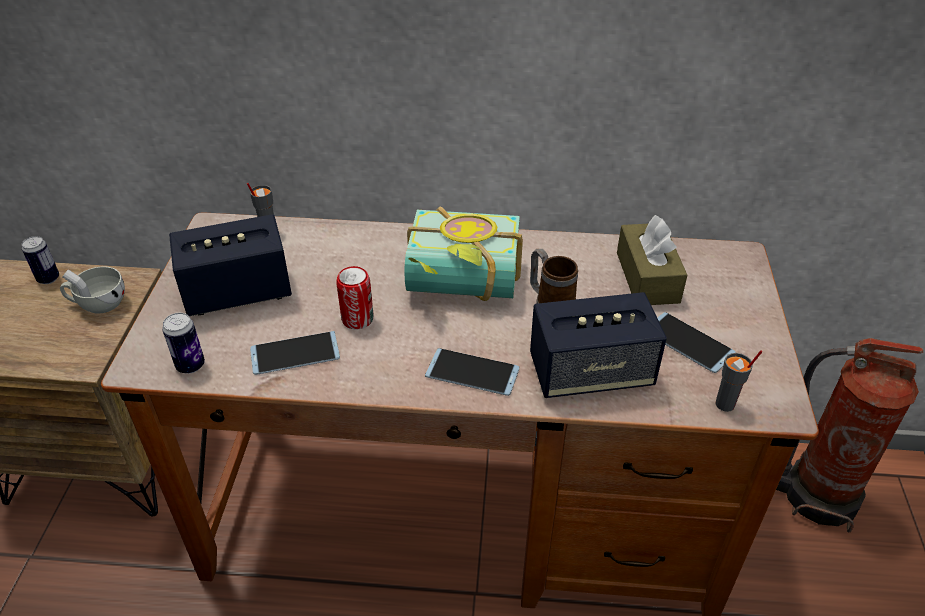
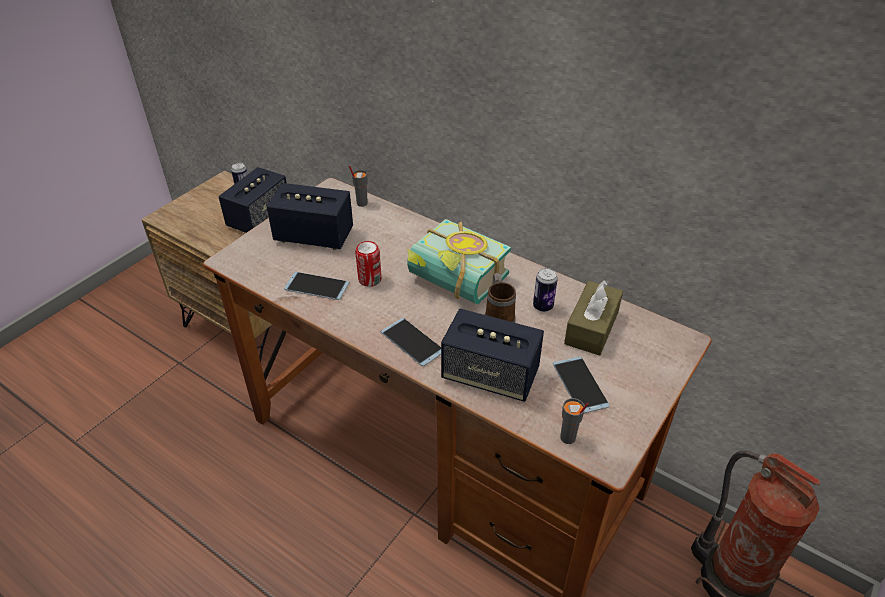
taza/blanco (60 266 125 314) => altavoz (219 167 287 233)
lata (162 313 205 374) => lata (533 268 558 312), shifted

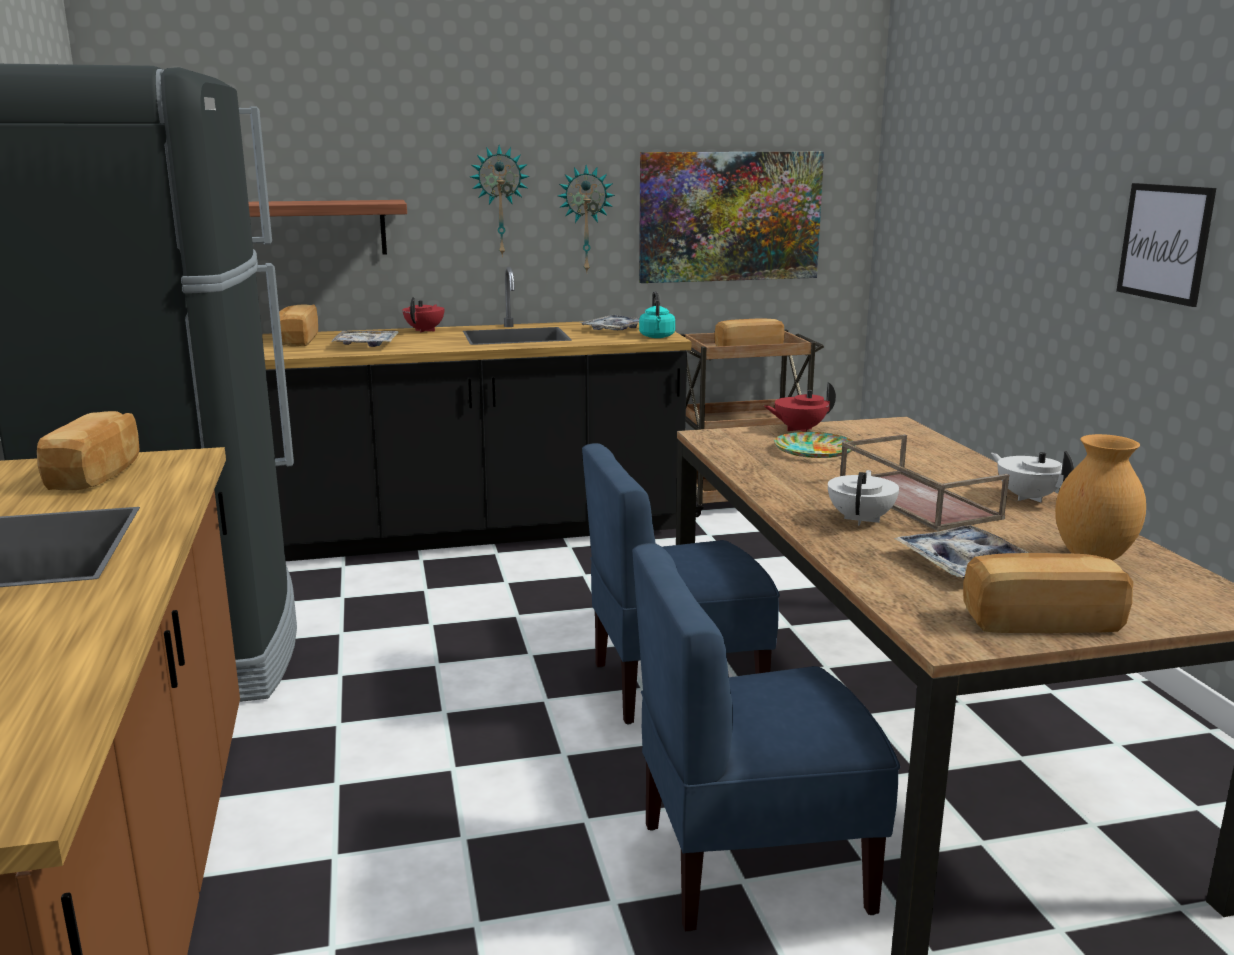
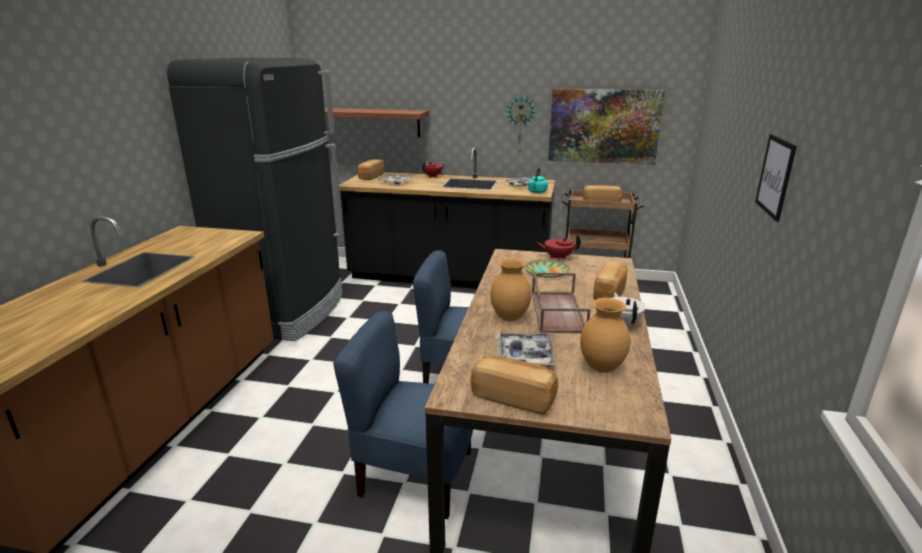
tetera/blanco (828 470 899 526) => florero/marrón (490 258 531 321)
pan (37 411 140 490) => pan (593 261 627 300), shifted
reloj de pared (470 145 530 257) => nothing

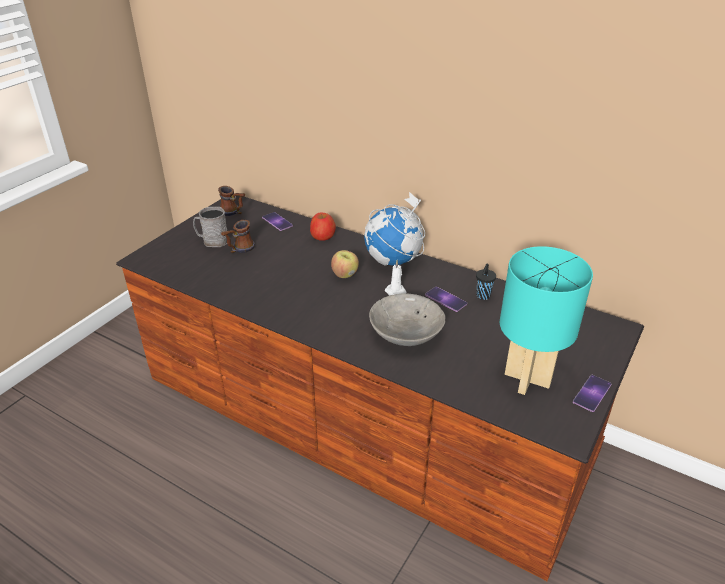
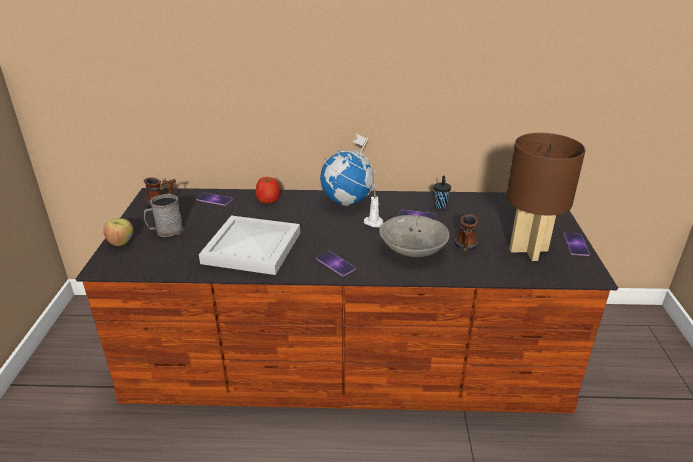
manzana (331 250 359 278) => manzana (103 218 133 246), shifted
nothing => bandeja/blanco (199 216 300 275)
nothing => móvil (316 251 356 276)
taza grande (221 220 255 253) => taza grande (455 214 478 253), shifted
lámpara de mesa/turquesa (500 246 593 395) => lámpara de mesa/marrón (506 133 585 261)

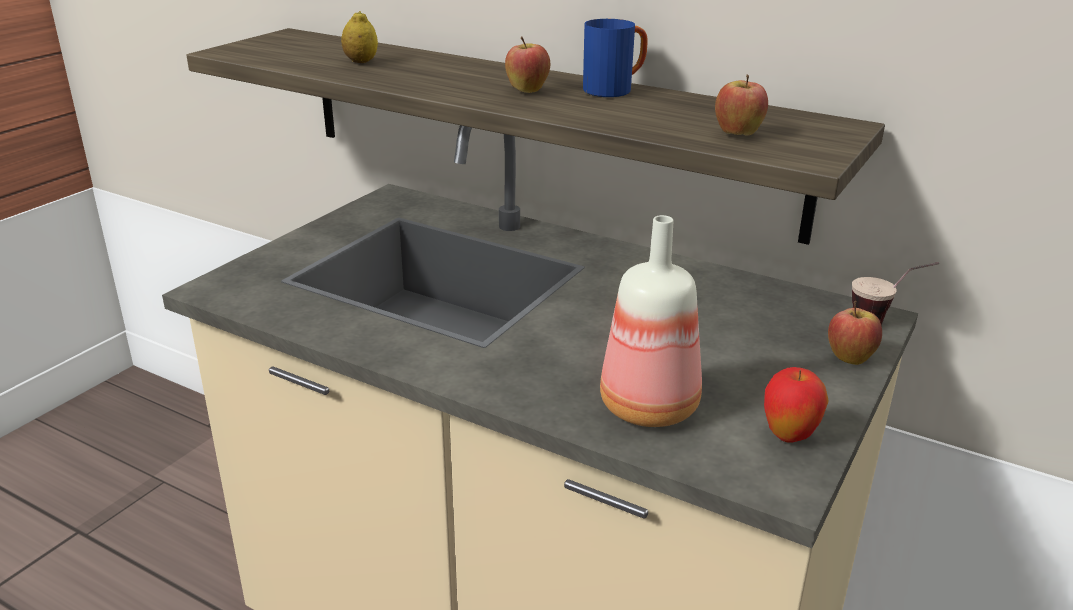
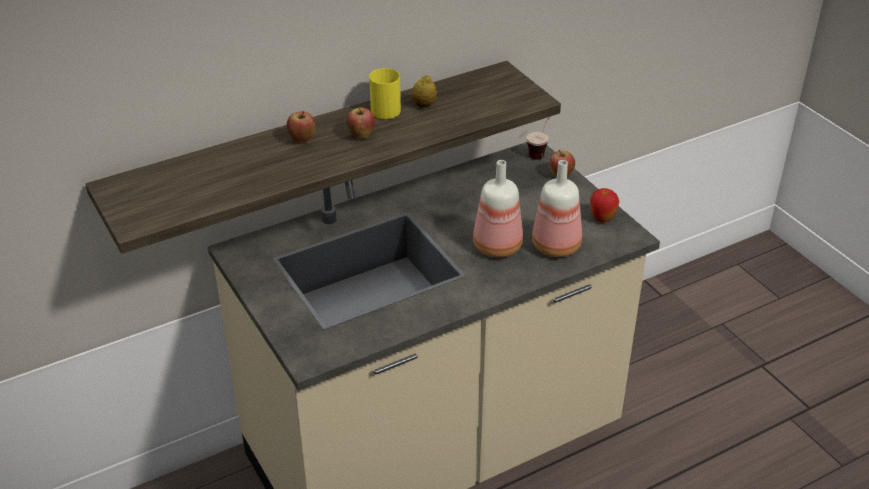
manzana (715 74 768 136) => manzana (287 111 316 143), shifted
taza grande/azul (583 19 648 97) => taza grande/amarillo (369 68 401 119)
limón (341 11 378 63) => limón (412 75 437 108), shifted
nothing => botella (473 160 523 257)

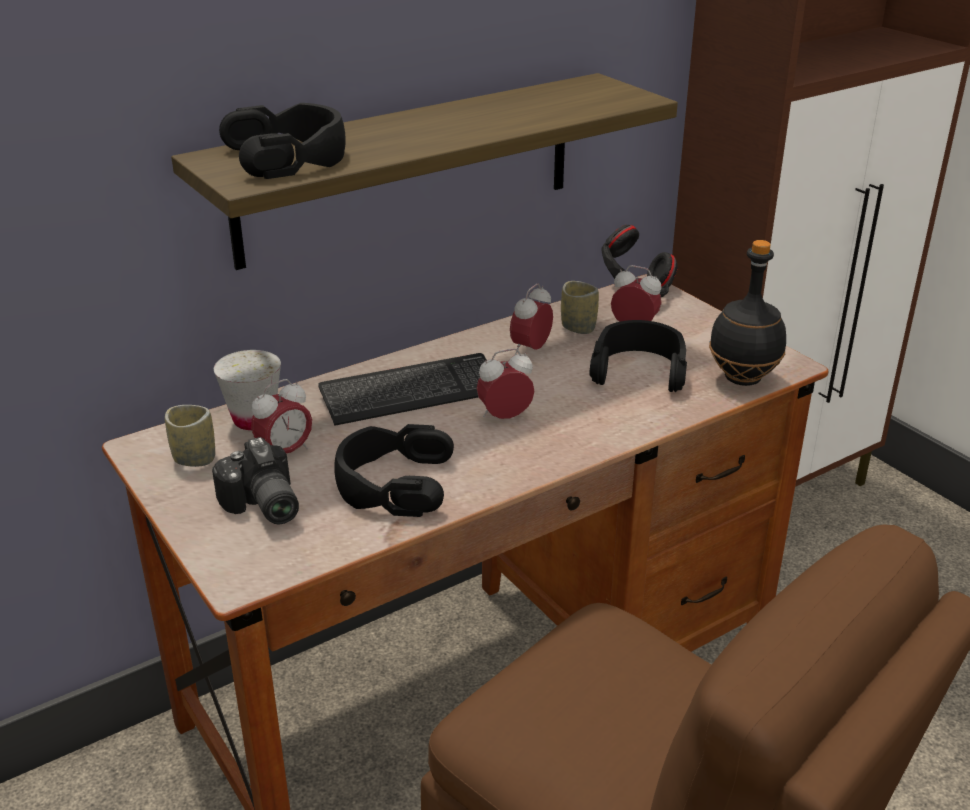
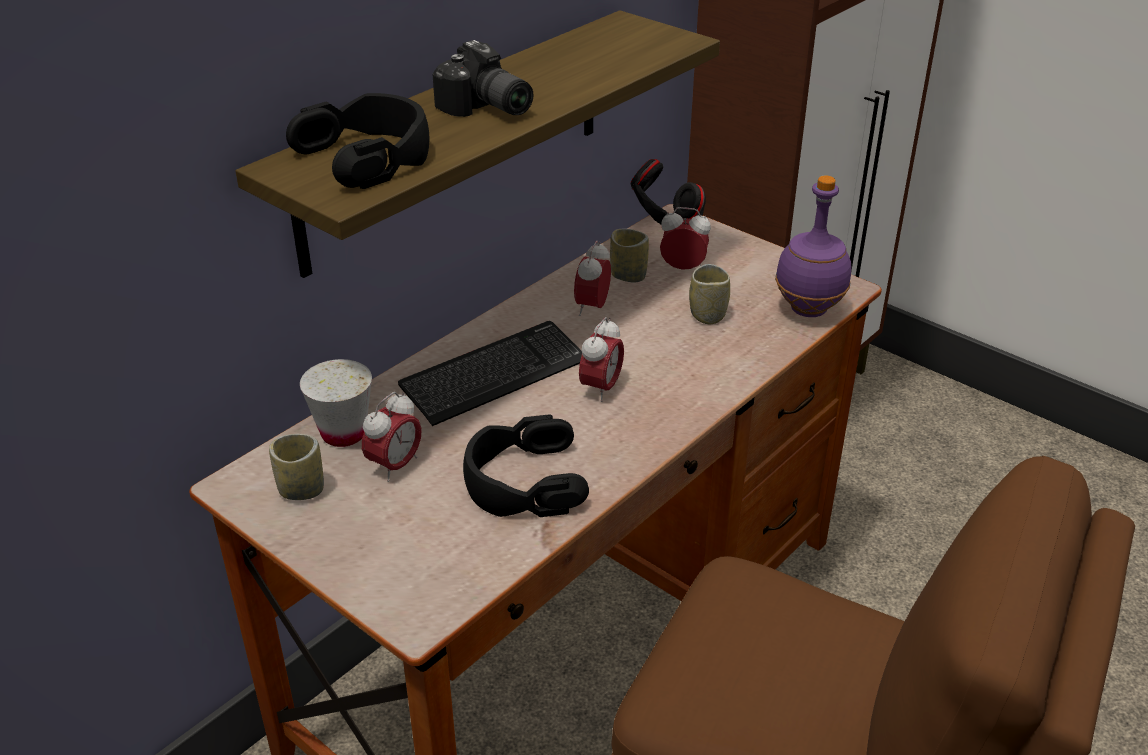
cámara (212 437 299 524) => cámara (432 40 533 117), shifted
despertador (477 348 534 419) => despertador (579 317 624 402), 150 degrees clockwise
auriculares/negro (590 320 687 392) => taza (689 264 730 324)
botella/negro (709 240 786 386) => botella/morado (775 176 851 317)

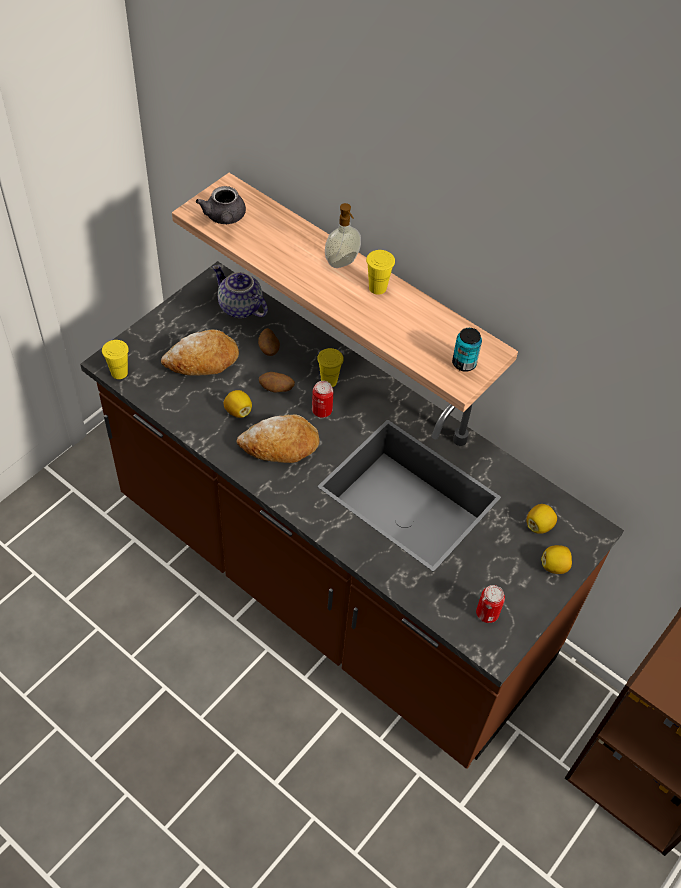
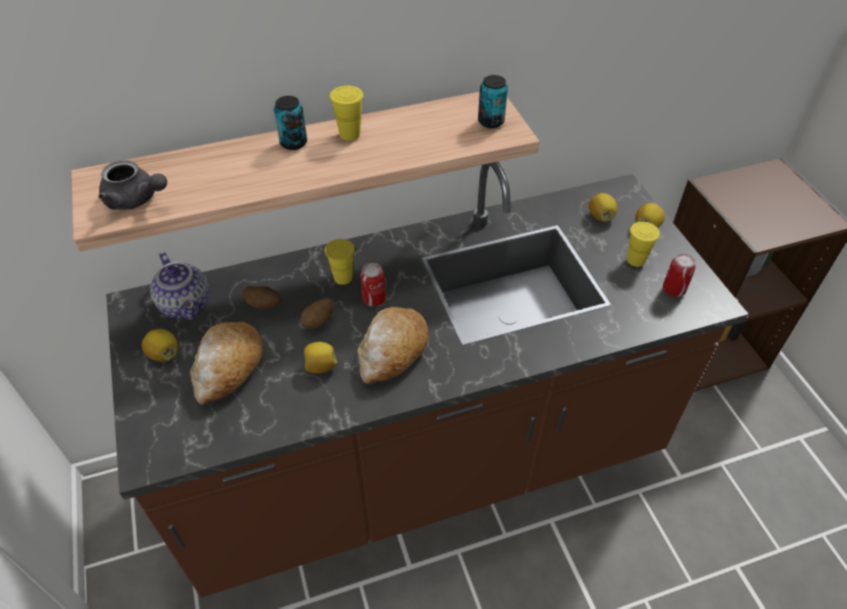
nothing => limón (142 329 178 362)
tetera (213 265 268 318) => tetera (150 252 209 319), 105 degrees counterclockwise
dispensador de jabón (325 203 361 268) => lata (274 96 307 150)
taza/amarillo (102 340 129 379) => taza/amarillo (627 222 660 267), shifted

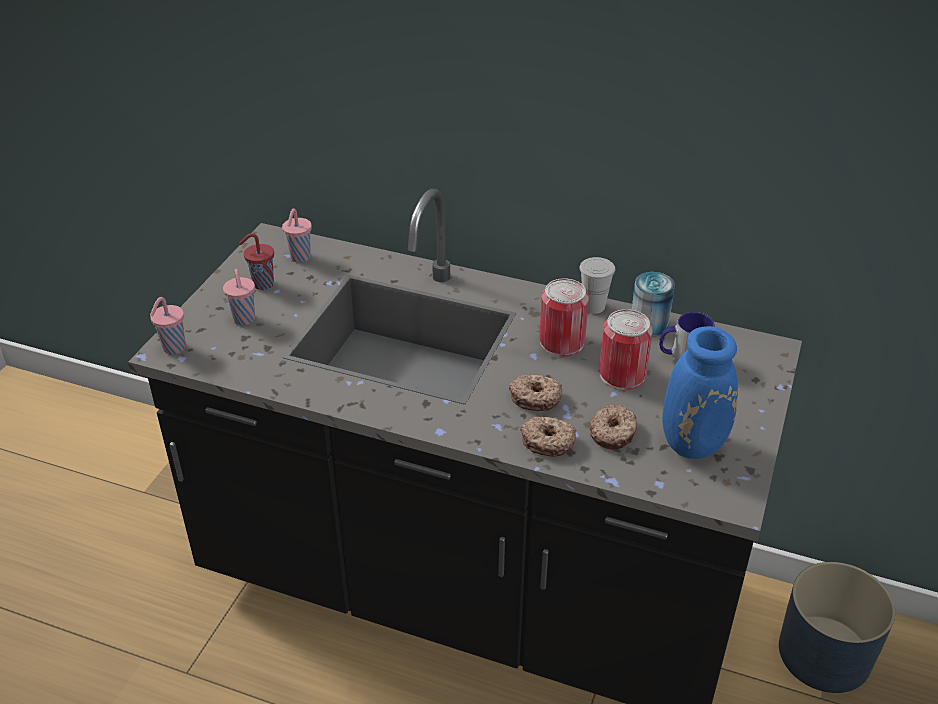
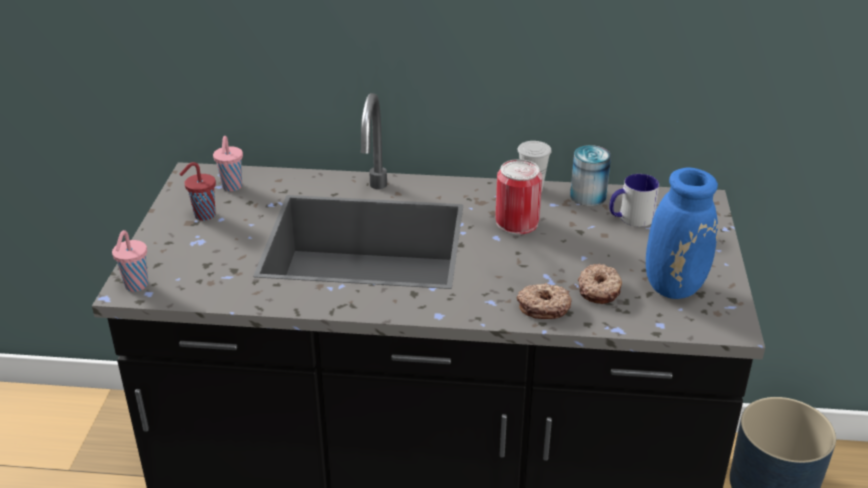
taza/rosa (223 269 255 325) => nothing
rosquilla (509 374 562 411) => nothing
lata (599 309 653 390) => nothing

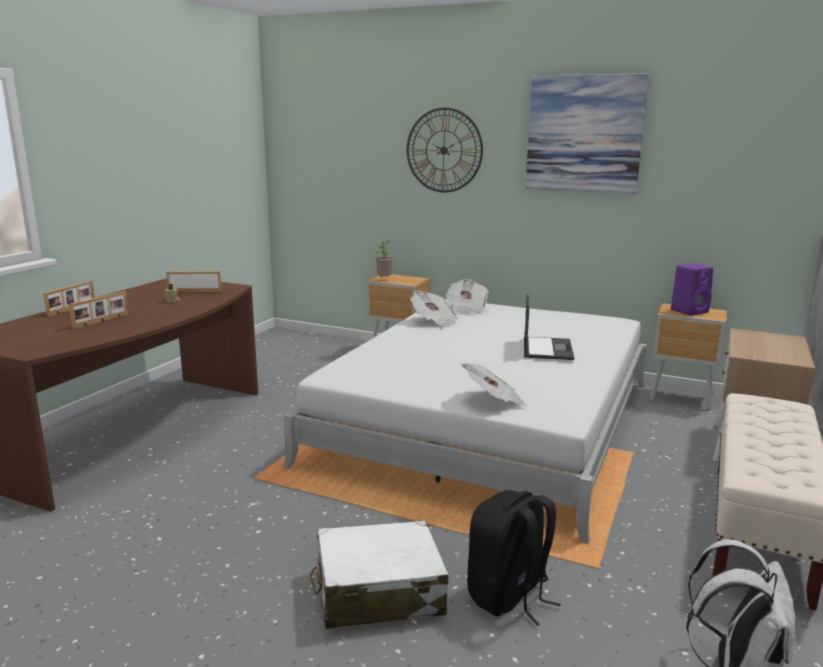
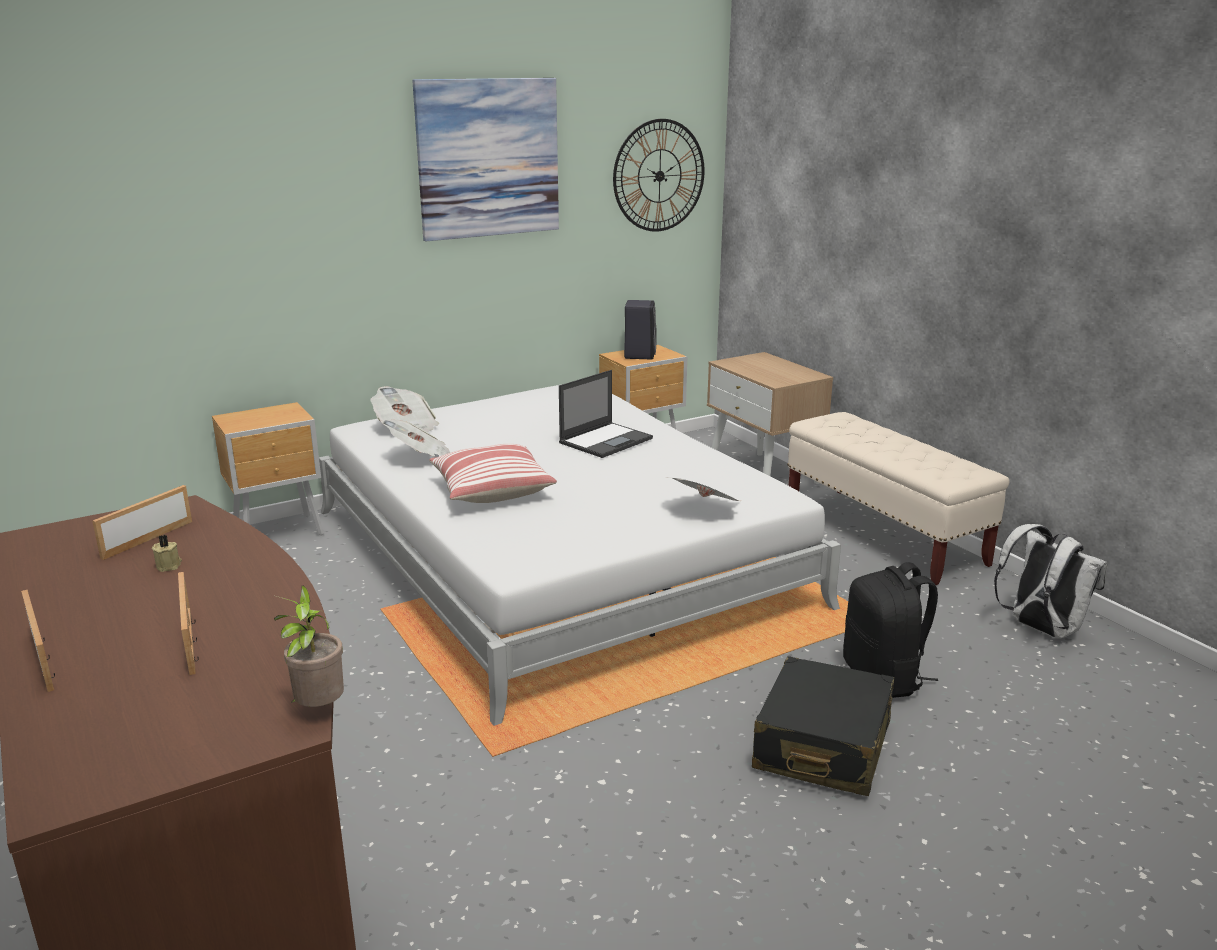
planta en maceta (376 240 393 278) => planta en maceta (273 586 344 707), shifted
nothing => cojín (429 444 557 503)
portátil (524 294 574 360) => portátil (559 370 653 458), 90 degrees clockwise
reloj de pared (407 108 483 192) => reloj de pared (613 119 705 232), shifted
altavoz/morado (671 263 713 315) => altavoz/negro (624 300 657 359)
maleta/blanco (310 520 448 629) => maleta/negro (752 656 894 796)

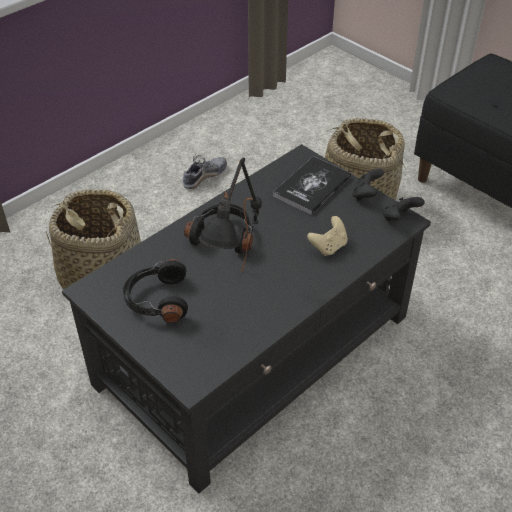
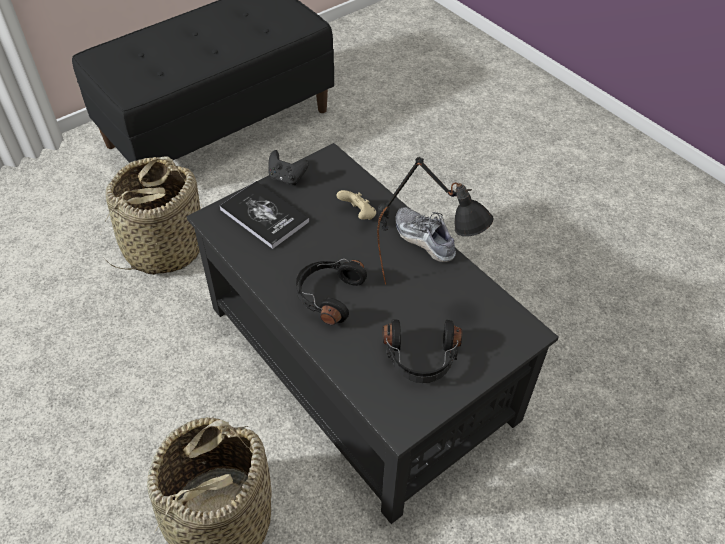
zapato (183 154 227 189) => zapato (395 207 456 262), shifted
mando de consola/negro (383 197 425 221) => nothing

